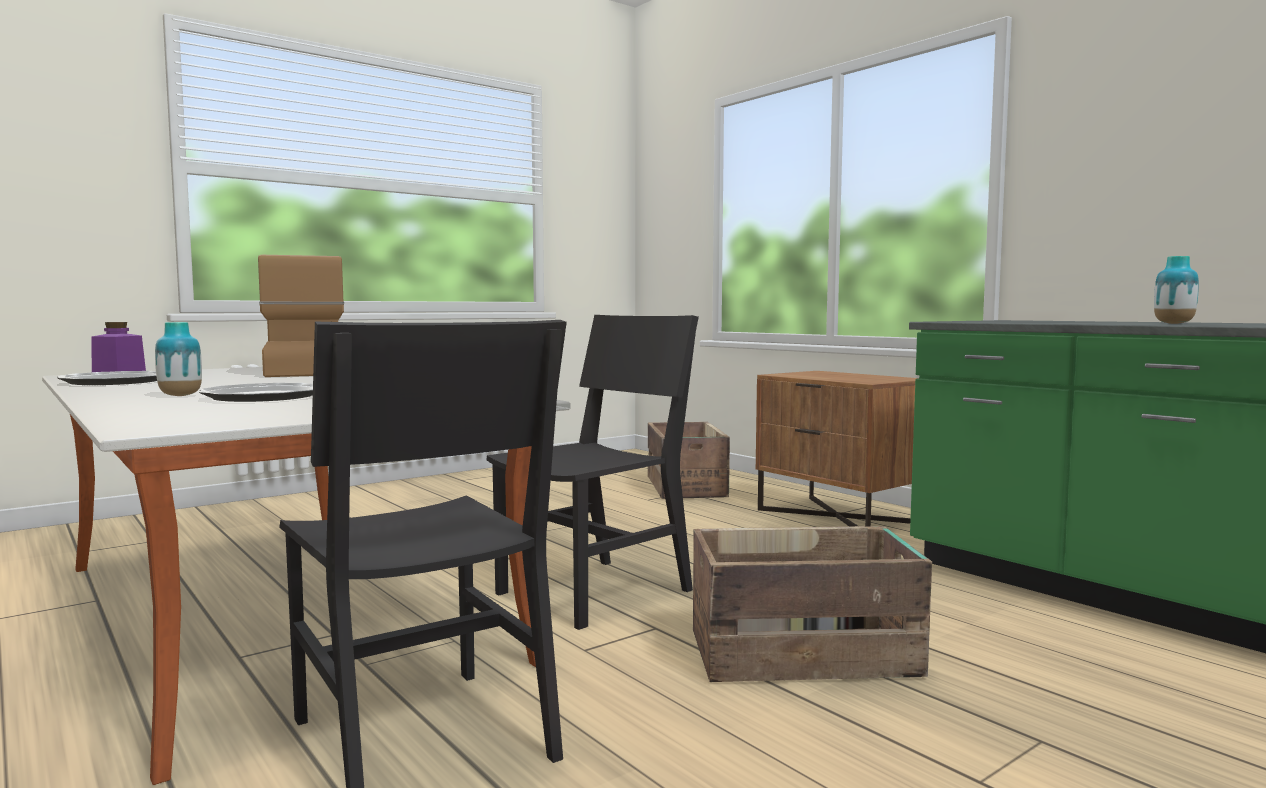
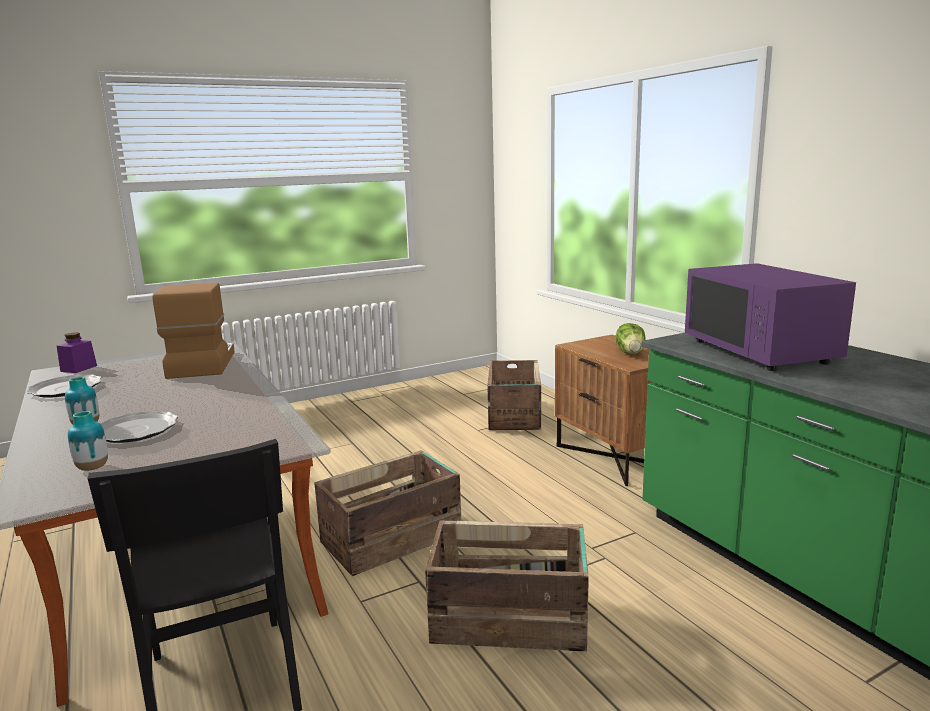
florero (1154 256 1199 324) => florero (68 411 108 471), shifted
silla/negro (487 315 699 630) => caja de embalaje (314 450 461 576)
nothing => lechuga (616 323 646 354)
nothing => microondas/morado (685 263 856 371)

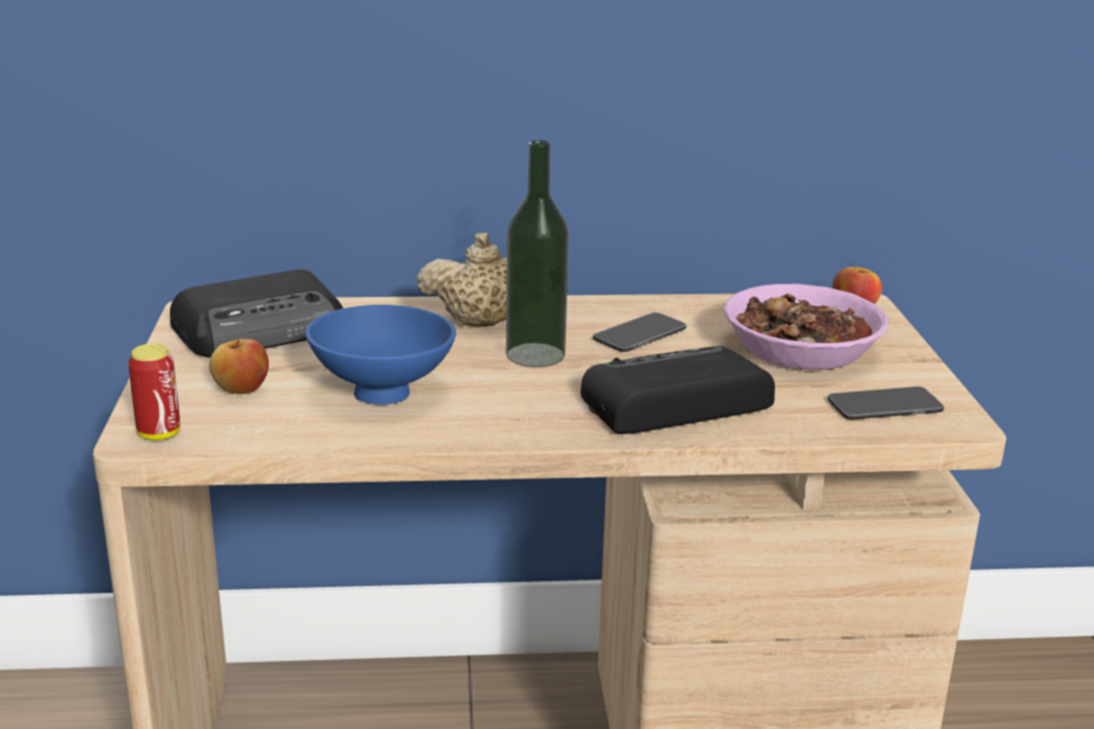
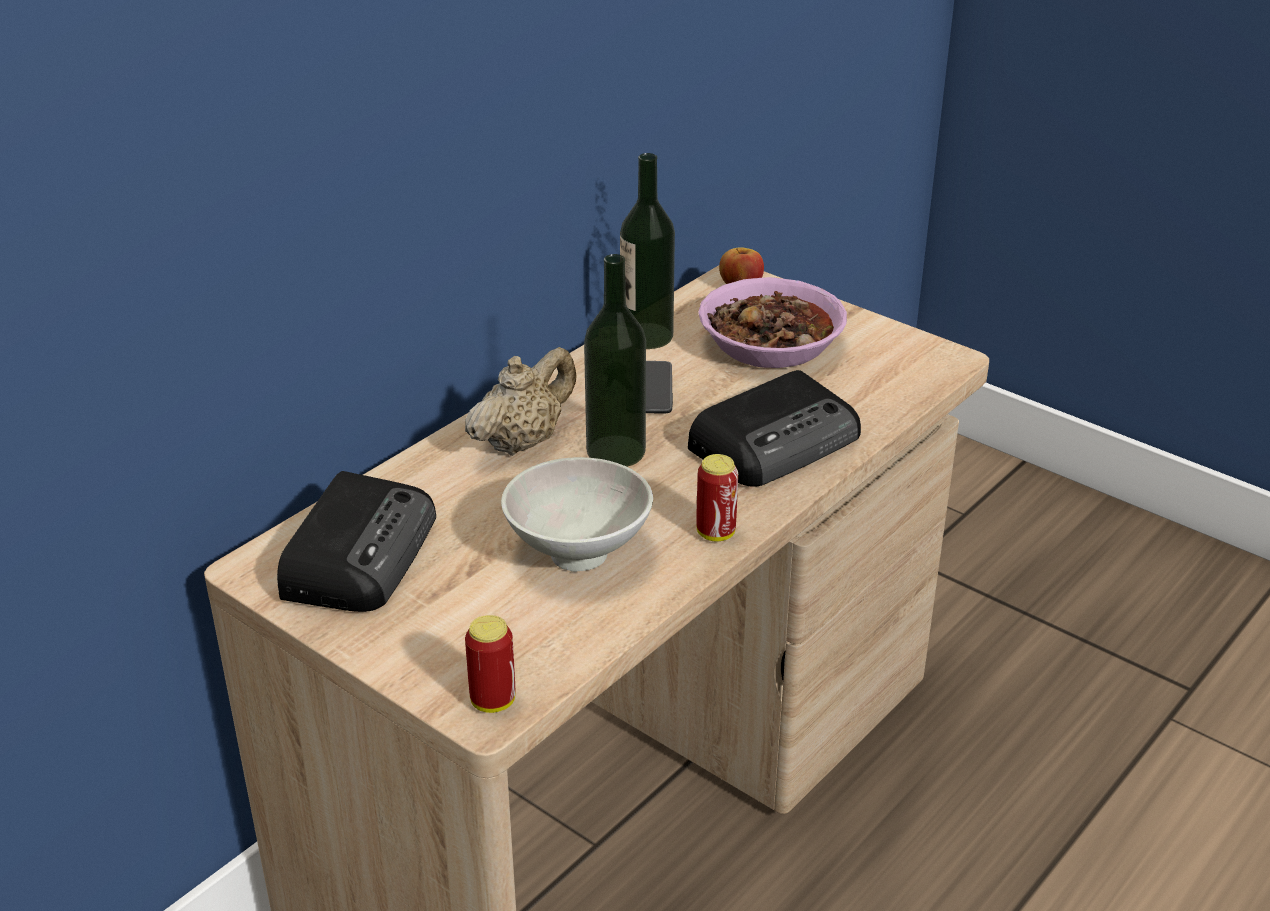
cuenco/azul (305 305 456 405) => cuenco/blanco (501 457 653 572)
nothing => botella (620 153 675 349)
radio (580 346 775 434) => radio (688 370 861 487), 150 degrees counterclockwise
nothing => lata (696 454 738 541)
manzana (209 339 269 394) => nothing
móvil (828 386 944 419) => nothing

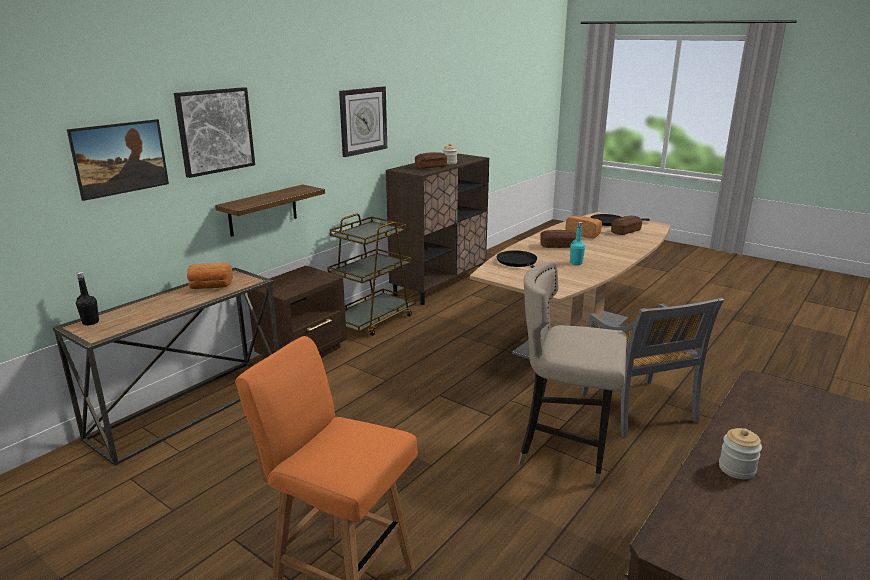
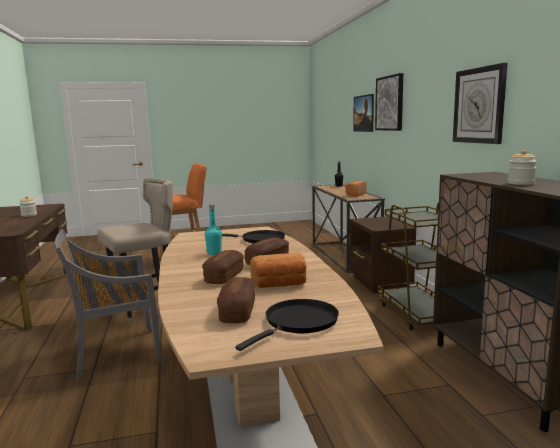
silla/gris (581 297 724 437) => silla/gris (55 229 163 380), 45 degrees counterclockwise
pan (415 152 447 169) => pan (202 250 244 284), shifted
estante (215 185 325 237) => nothing

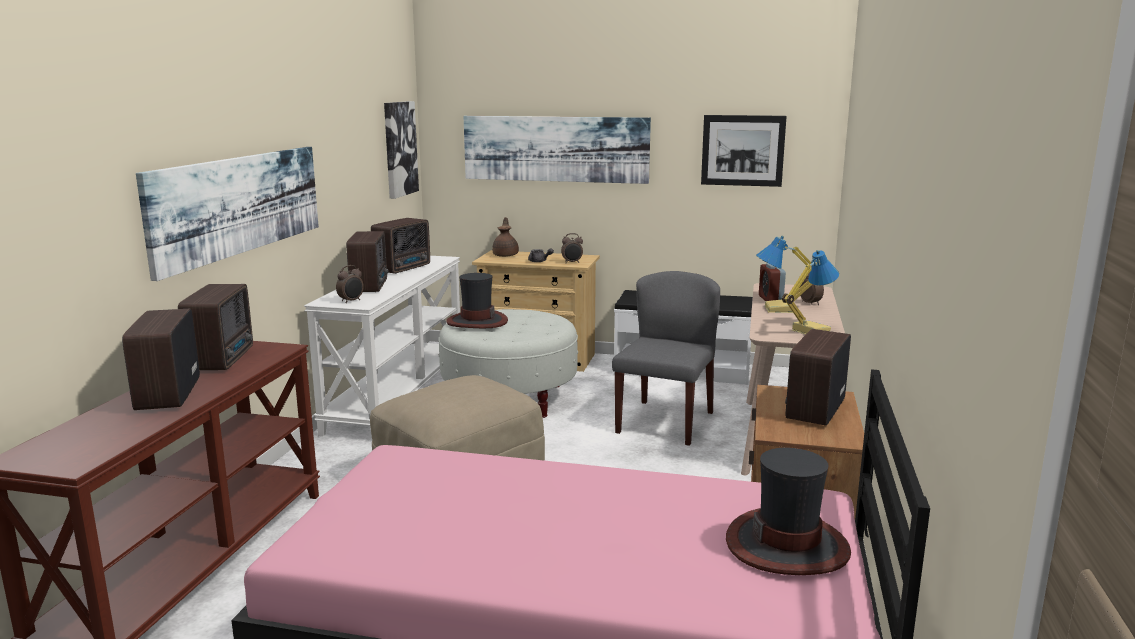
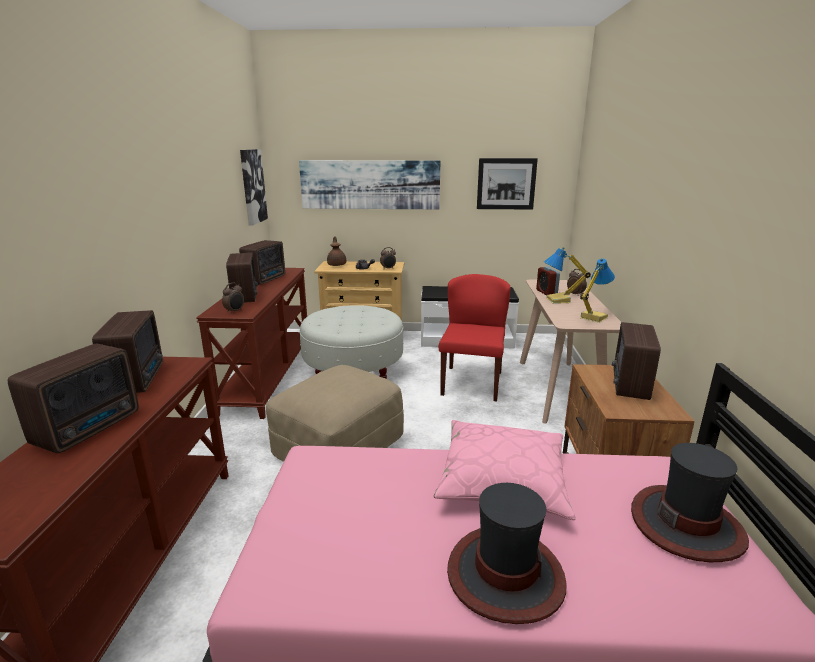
radio (122 309 200 410) => radio (8 344 139 453), 135 degrees counterclockwise
mesa consola/blanco (304 256 460 437) => mesa consola/marrón (196 268 307 419)
nothing => cojín/rosa (434 420 576 520)
silla/gris (612 271 720 446) => silla/rojo (439 274 511 402)
sombrero (446 273 508 328) => sombrero (447 483 567 624), shifted
cuadro (136 147 319 281) => nothing

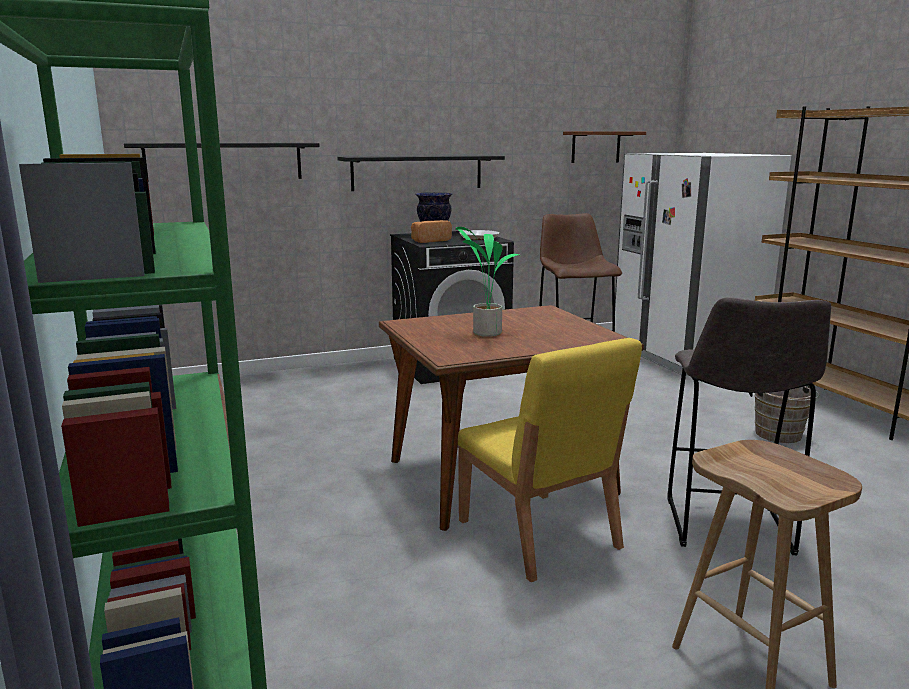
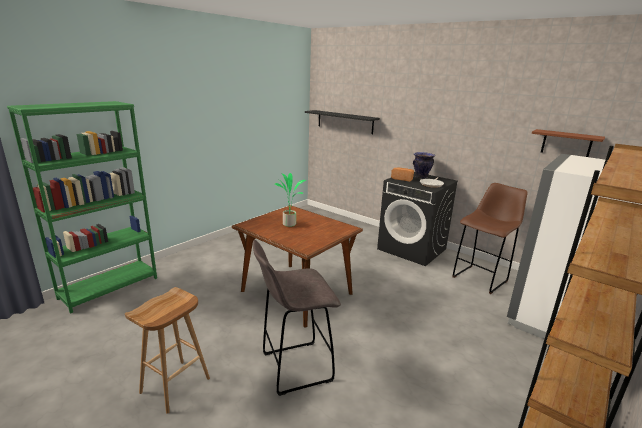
estante/negro (338 155 505 191) => nothing
silla/amarillo (458 338 642 582) => nothing
cubo/marrón (754 385 820 443) => nothing

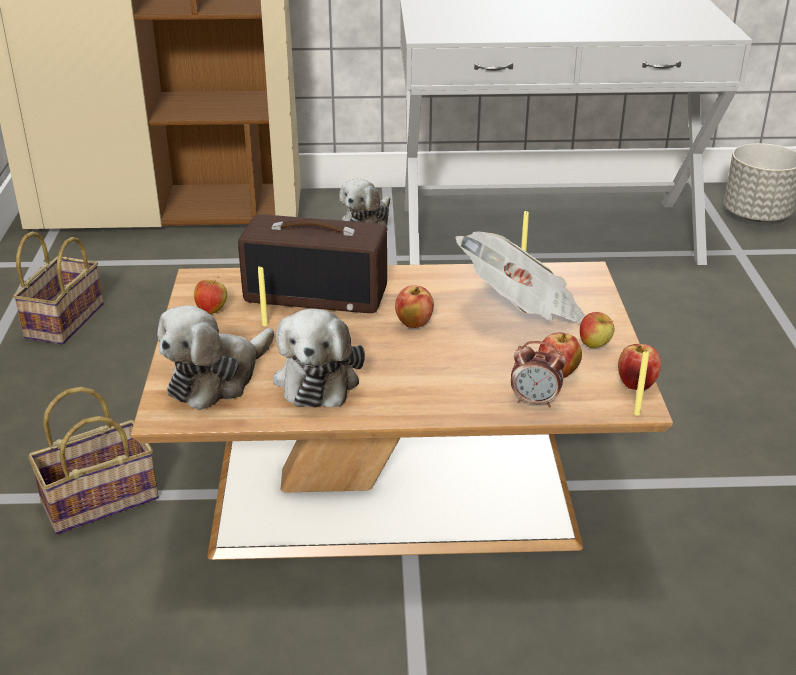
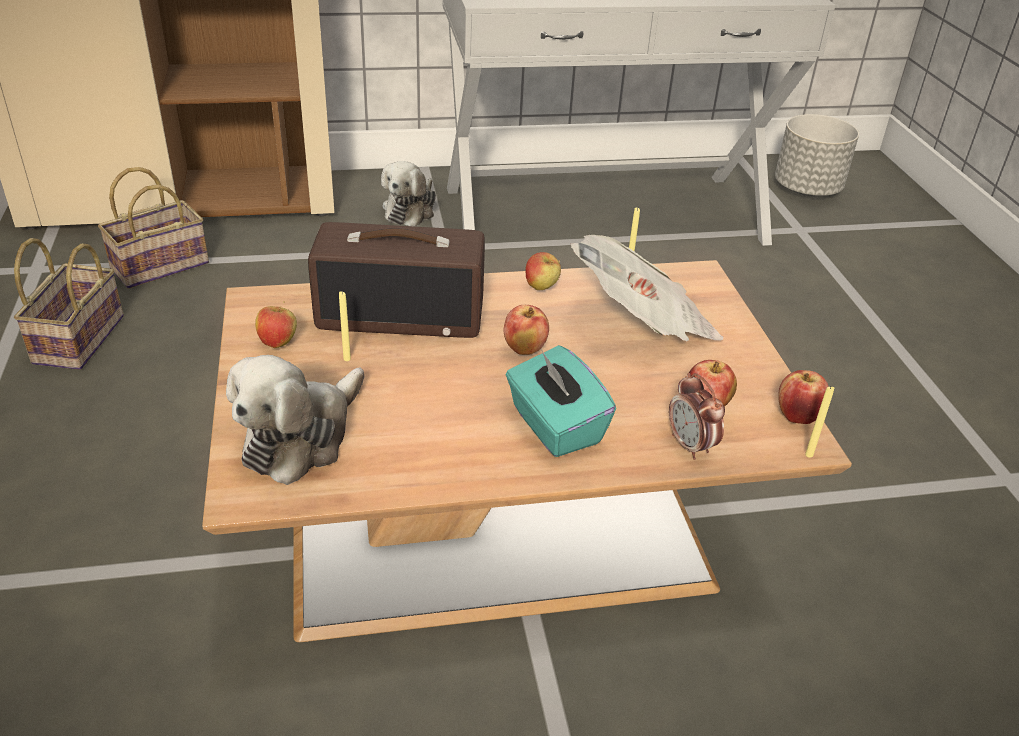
cesta (28 387 159 535) => cesta (98 167 209 289), shifted
nothing => caja de pañuelos/turquesa (506 345 616 457)
manzana (580 312 614 348) => manzana (525 252 561 290), shifted
despertador (511 341 566 408) => despertador (669 373 725 460), 60 degrees clockwise
peluche (273 308 365 408) => nothing

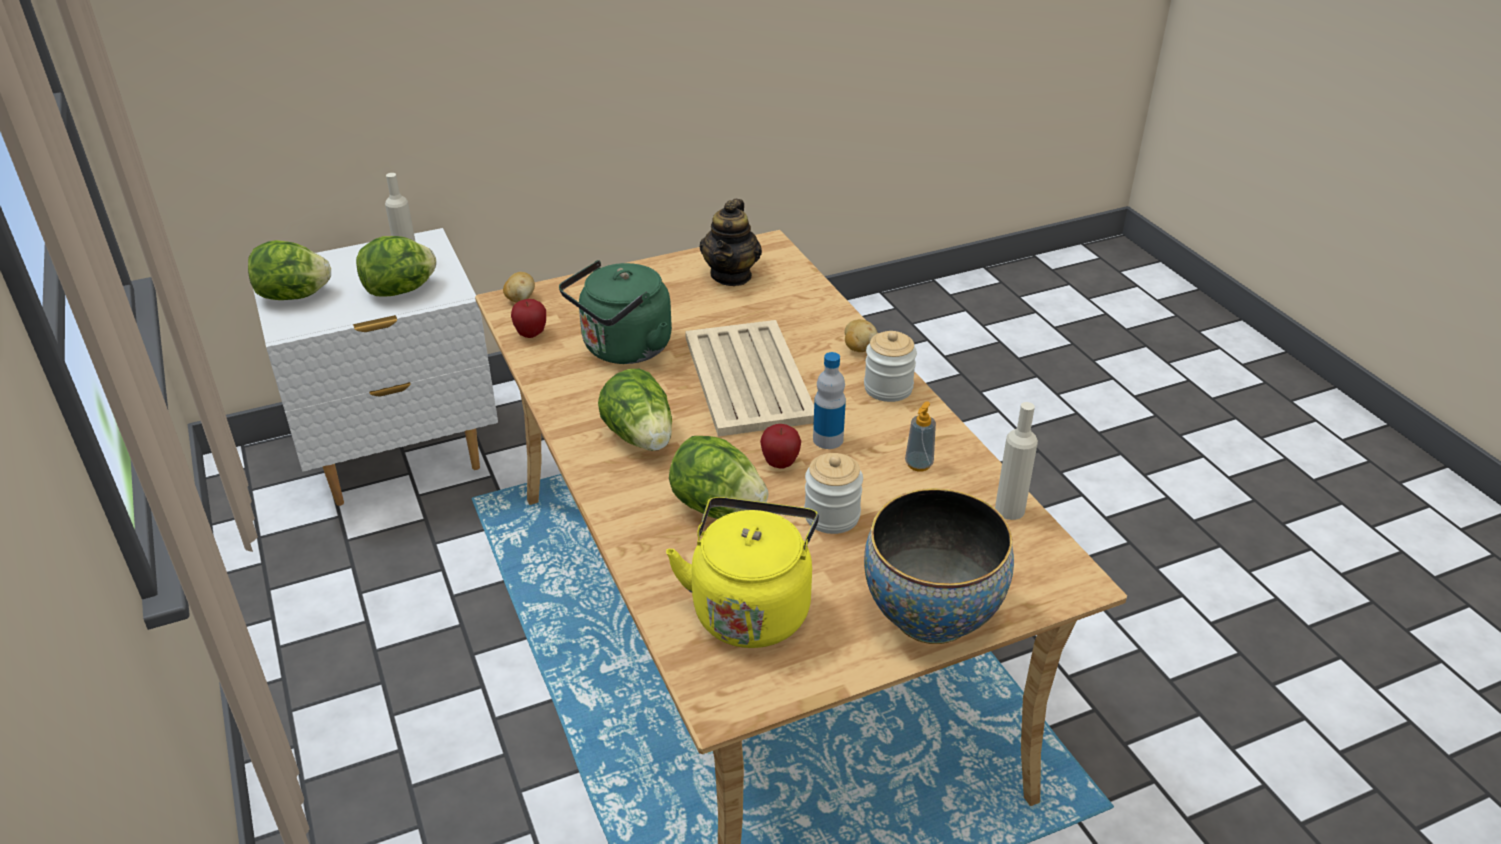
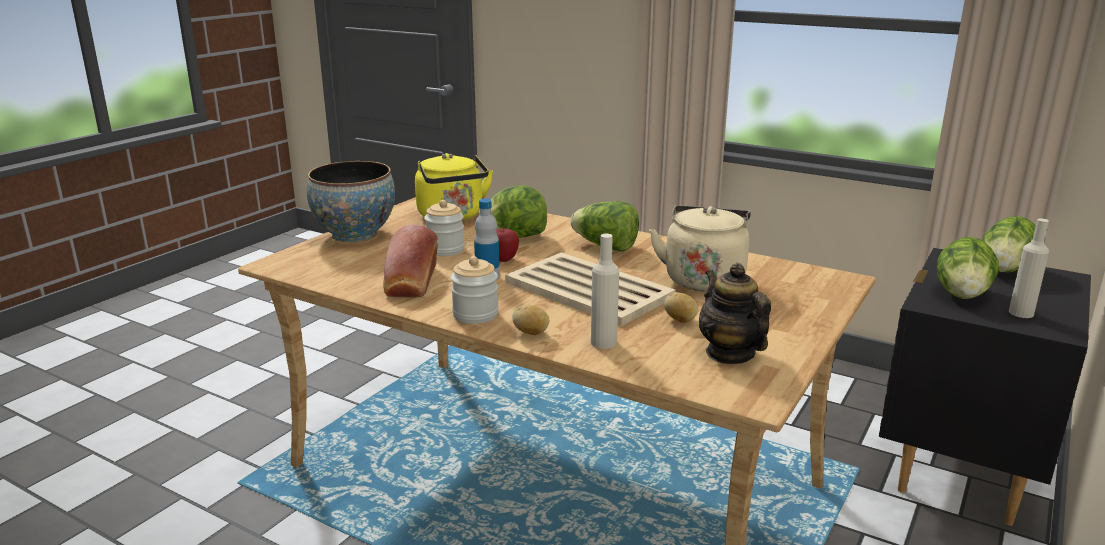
dispensador de jabón (905 401 936 472) => pan (383 225 438 297)
botella/beis (995 402 1038 520) => botella/beis (591 234 619 349), shifted
hervidor/verde (559 260 672 364) => hervidor/beis (649 205 751 292)
patata (503 272 535 302) => patata (664 292 699 323), shifted
mesita de noche/blanco (253 228 498 506) => mesita de noche/negro (879 248 1091 526)
manzana (511 299 546 338) => nothing

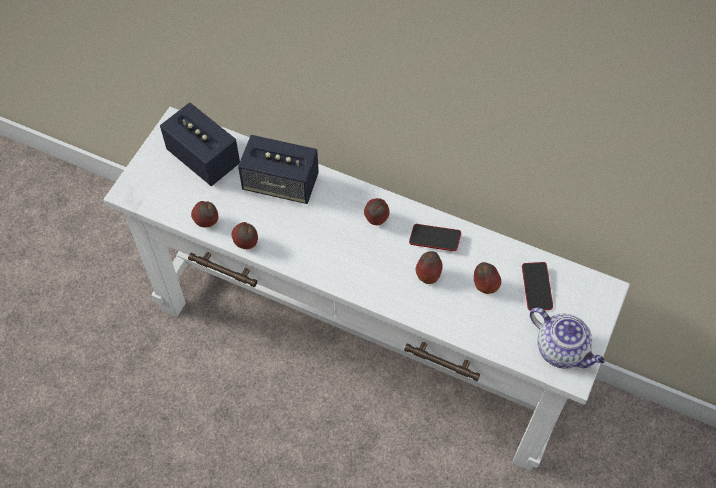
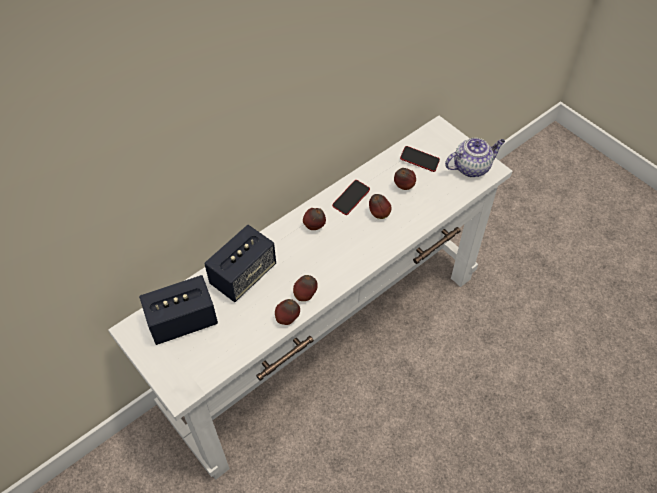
manzana (191 201 218 227) => manzana (293 275 318 301), shifted

